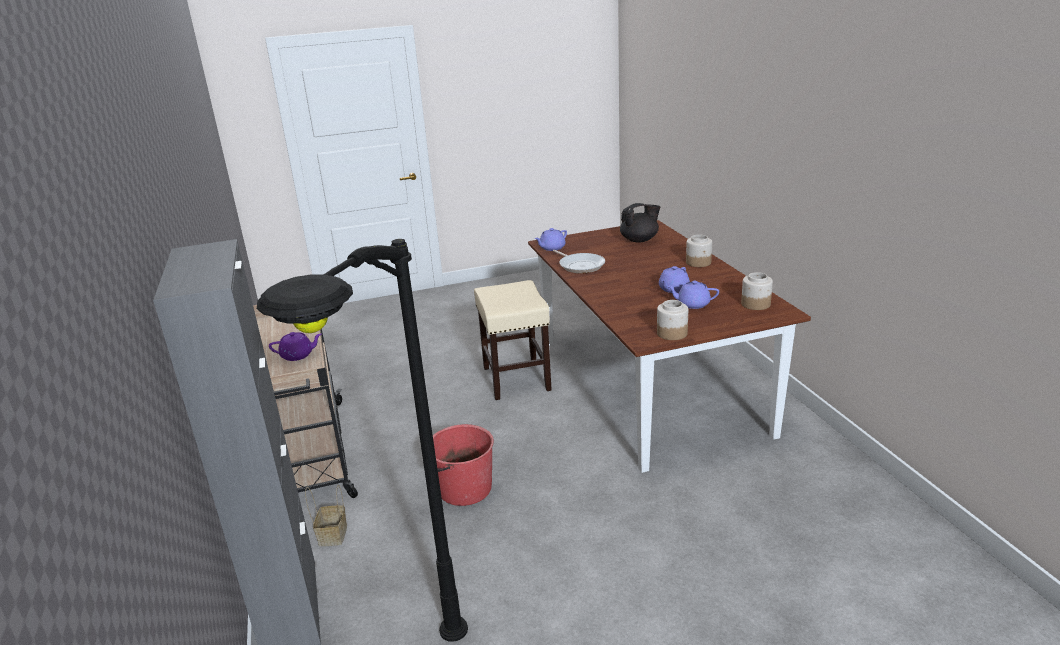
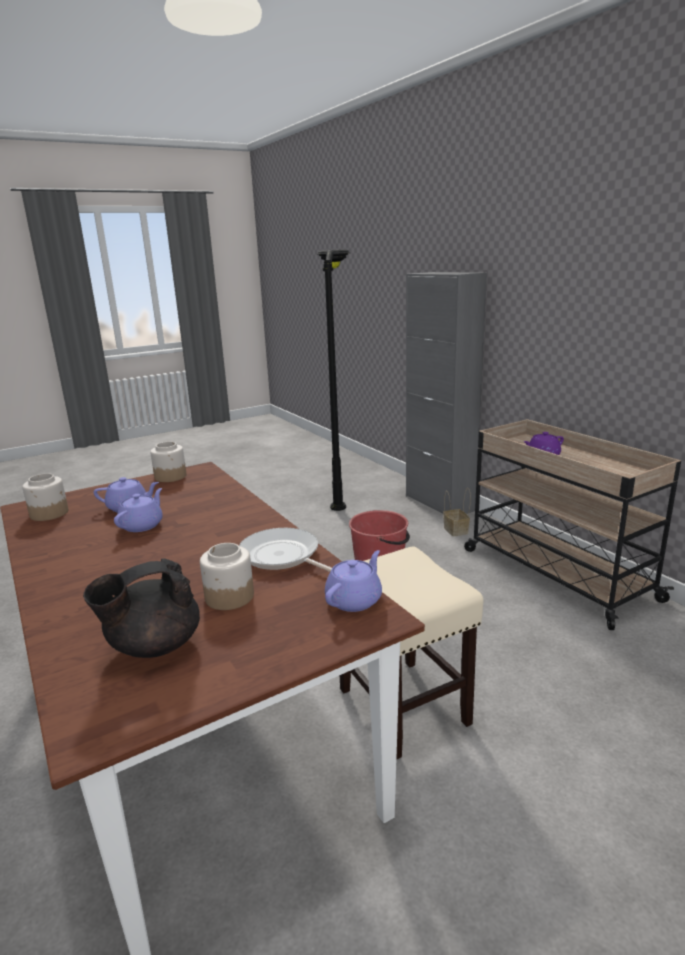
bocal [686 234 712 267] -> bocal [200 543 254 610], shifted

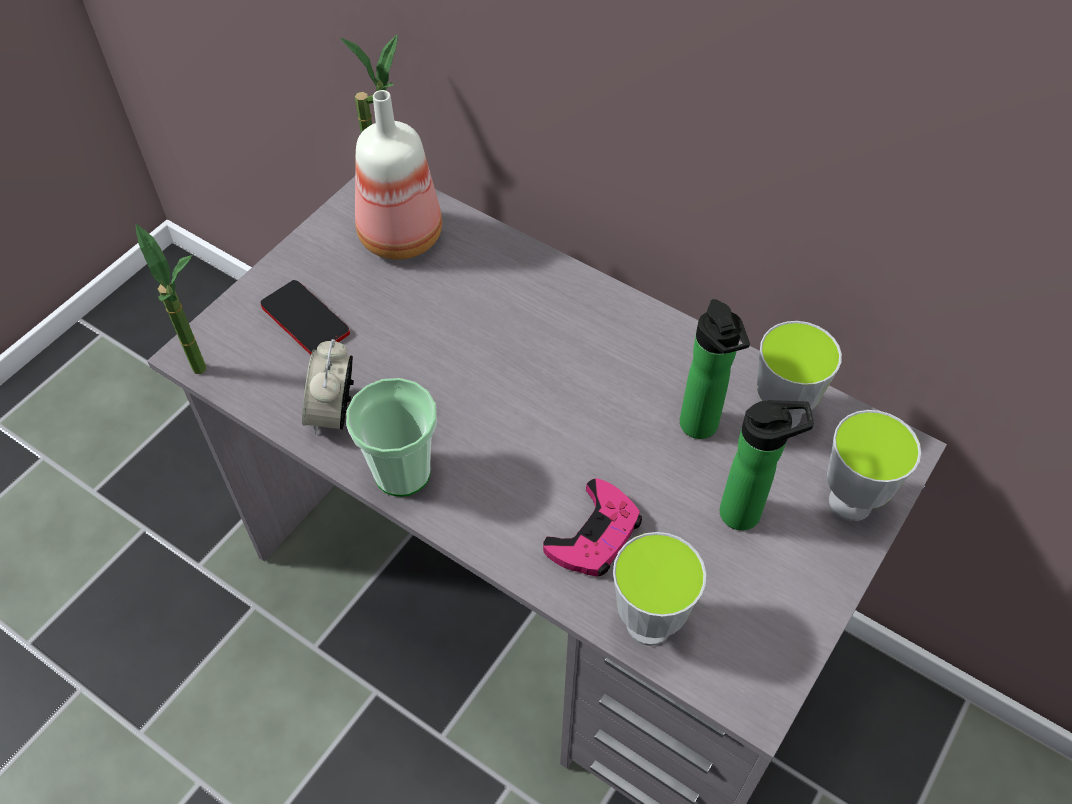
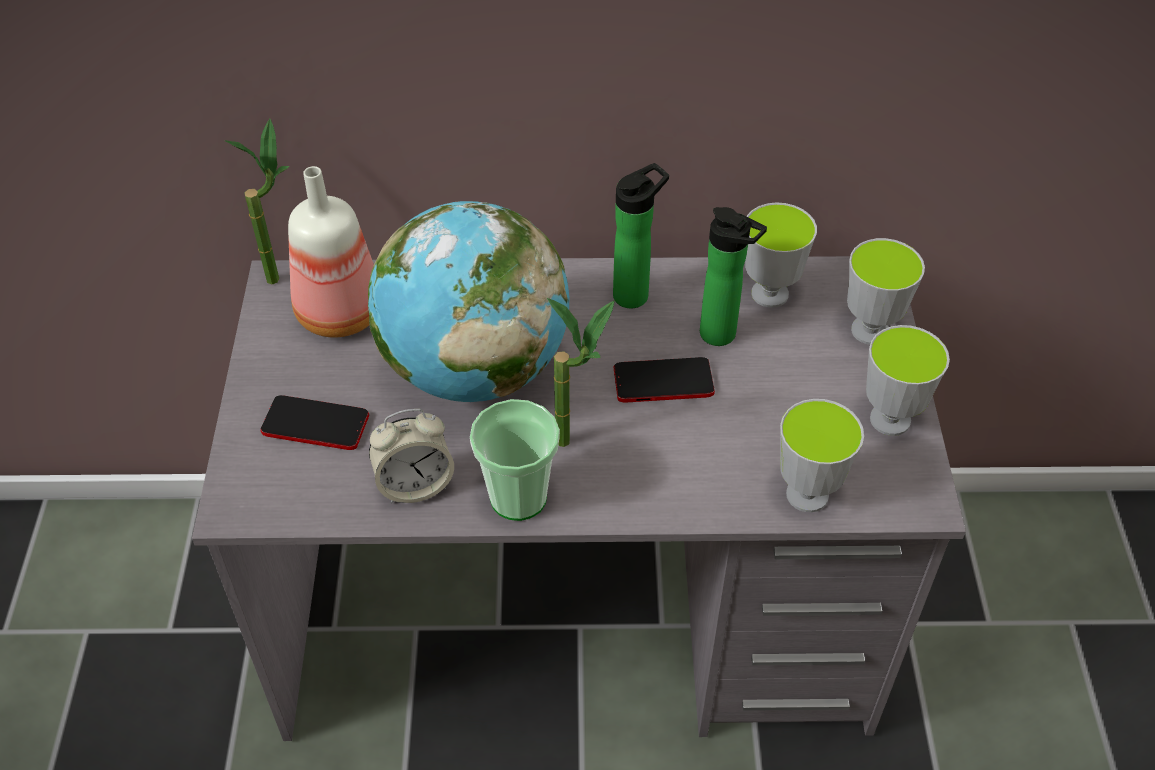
none -> globe [368 201 569 402]
réveil [302 339 354 434] -> réveil [369 409 454 503], 75 degrees counterclockwise
plante en pot [136 224 206 374] -> plante en pot [547 298 615 447], shifted
bouteille [720 400 814 530] -> bouteille [613 163 669 308], shifted
none -> téléphone [614 357 715 403]
none -> tasse [866 325 950 436]
manette [rose] [543 478 642 577] -> none

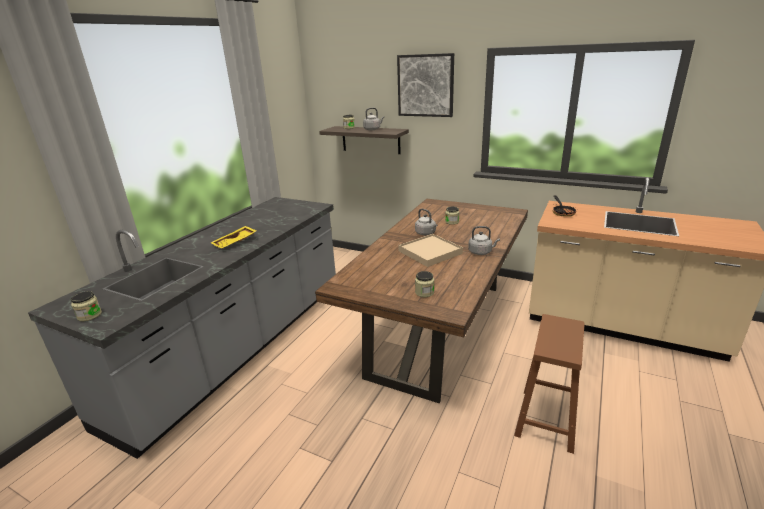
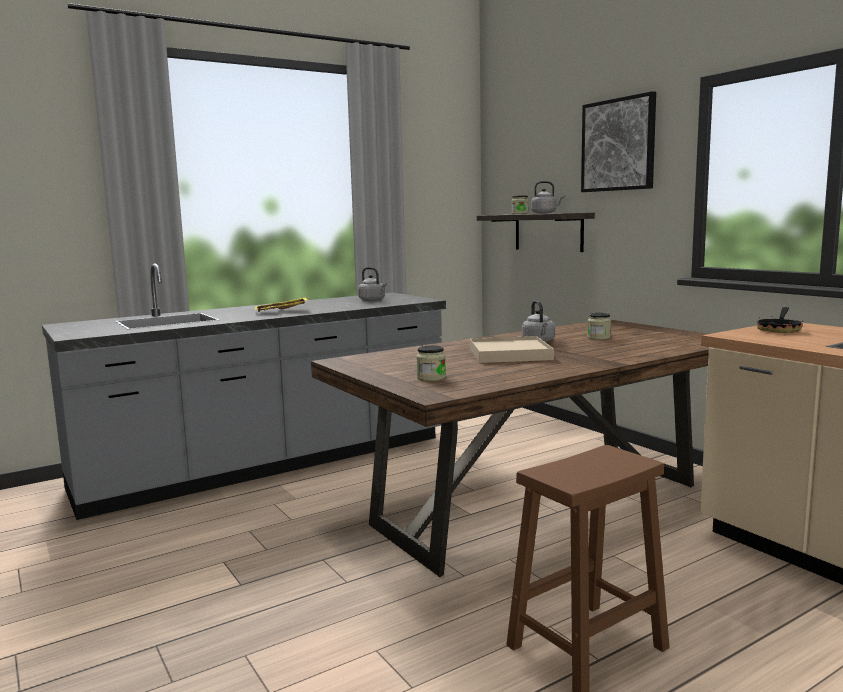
bouilloire [gris] [468 226 500 255] -> bouilloire [gris] [358 267 387 301], shifted
bocal [71 291 102 321] -> none

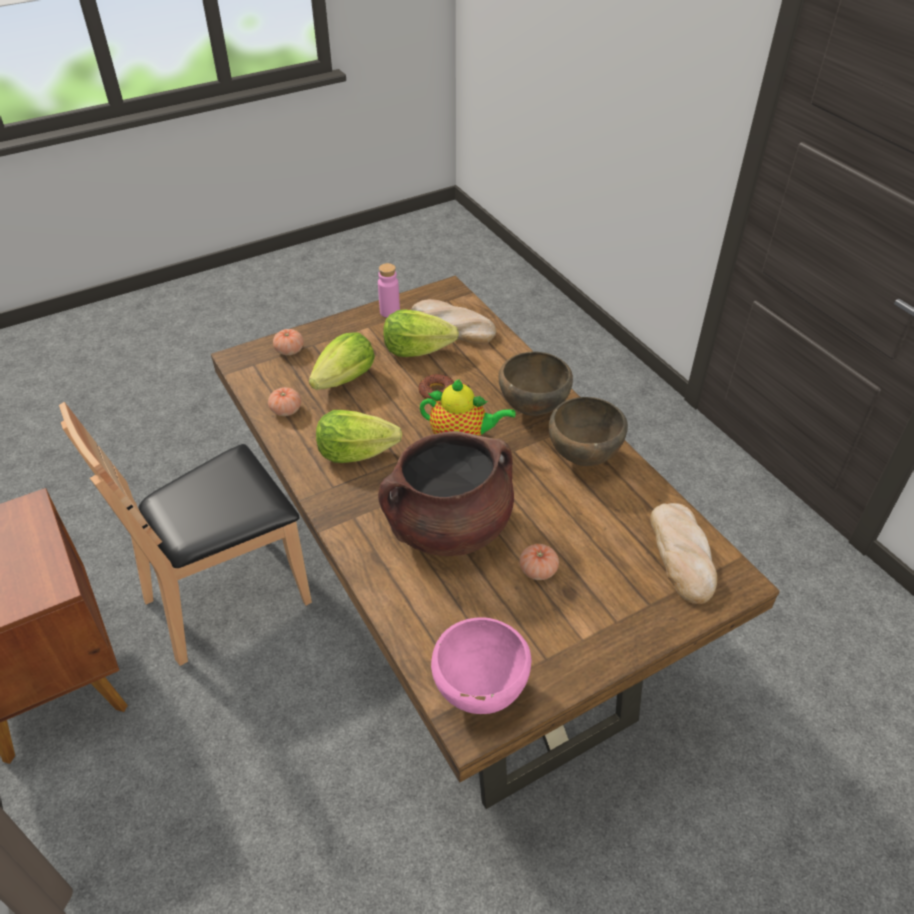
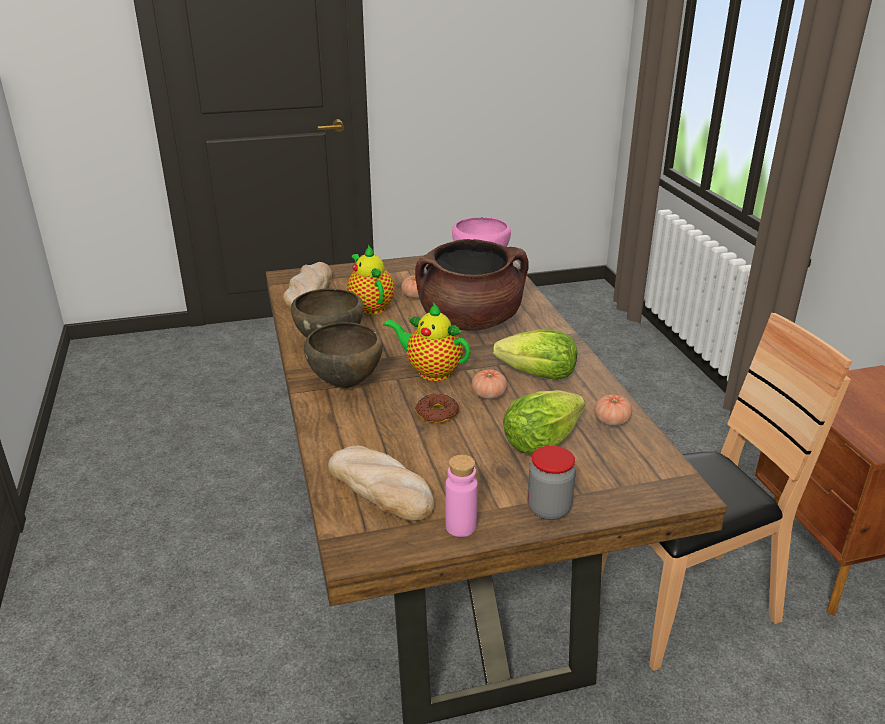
none -> théière [347 245 395 315]
tomate [273 329 304 355] -> tomate [472 370 507 399], shifted
none -> bocal [527 446 576 520]
laitue [383 310 459 357] -> none

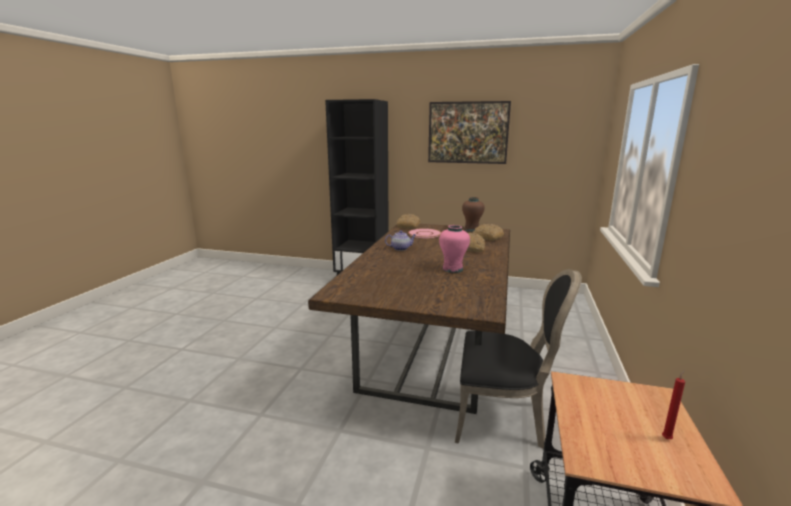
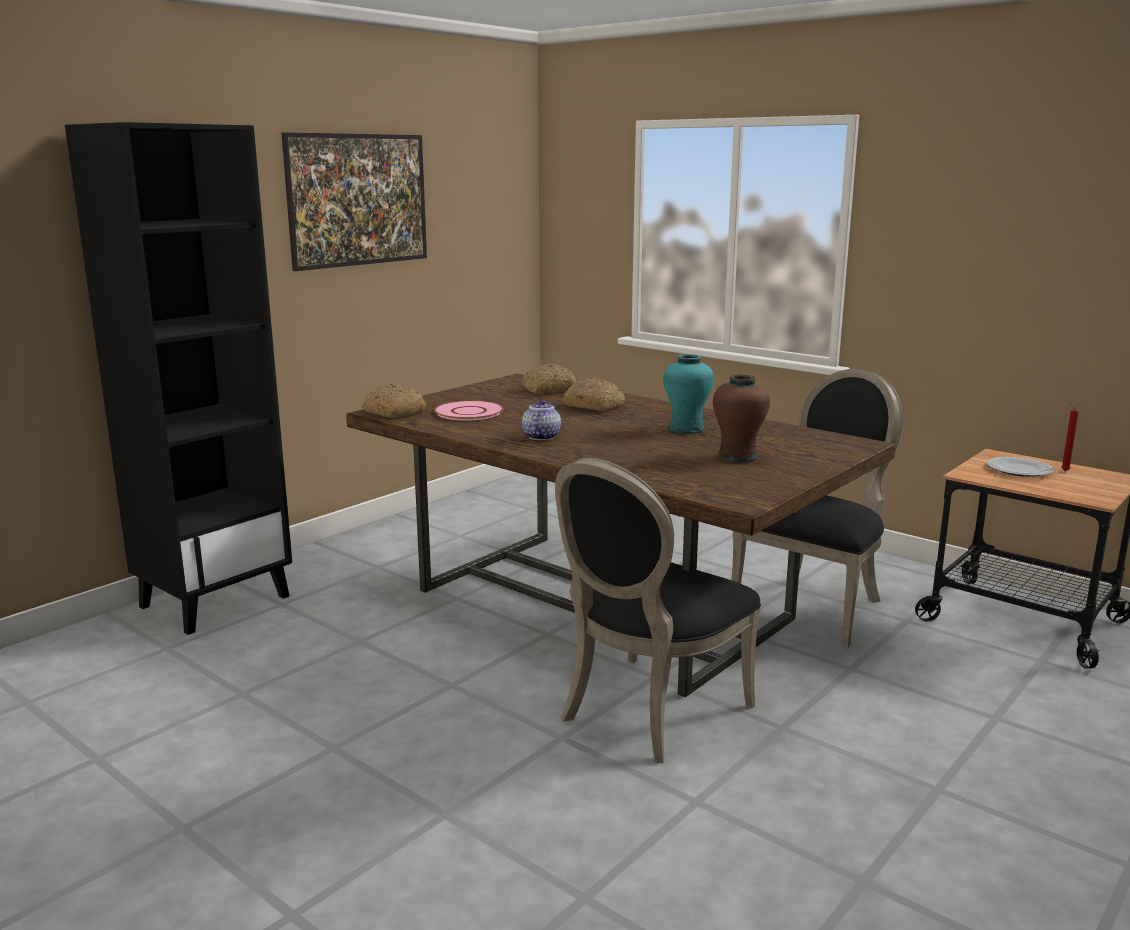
none -> chaise [noir] [555 458 761 763]
vase [rose] [439 225 470 273] -> vase [turquoise] [663 354 714 434]
vase [marron] [462 197 485 232] -> vase [marron] [713 374 770 463], shifted
none -> assiette [987 457 1054 477]

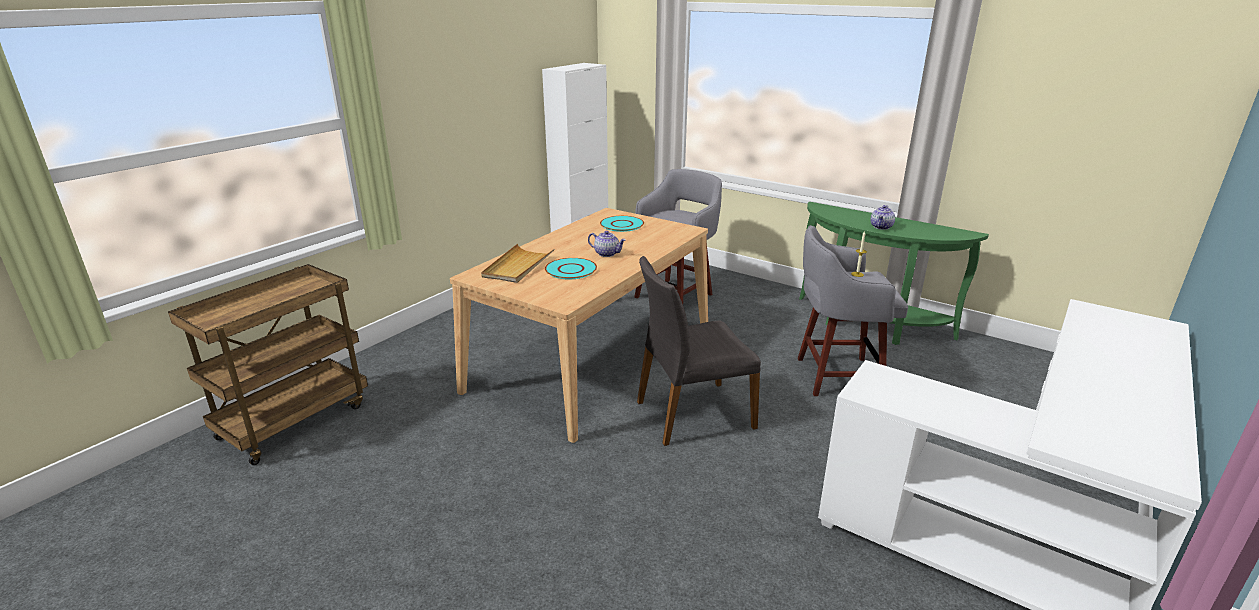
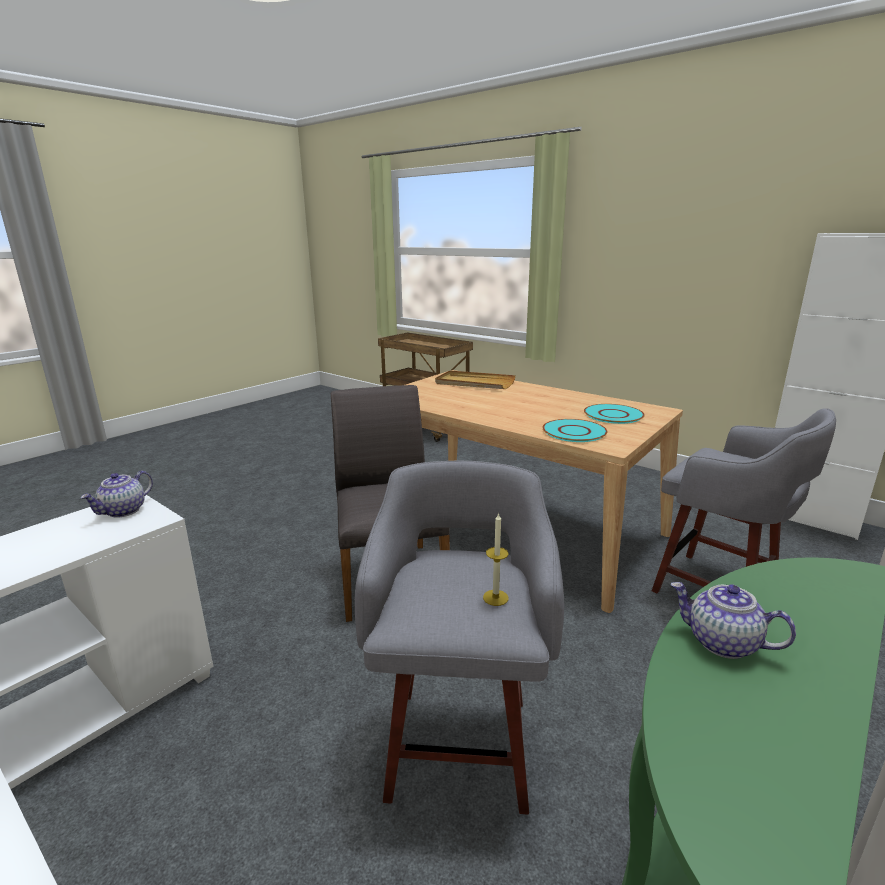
théière [588 231 626 257] -> théière [80 471 153 518], shifted
assiette [turquoise] [545 258 597 279] -> assiette [turquoise] [542 419 607 442], shifted

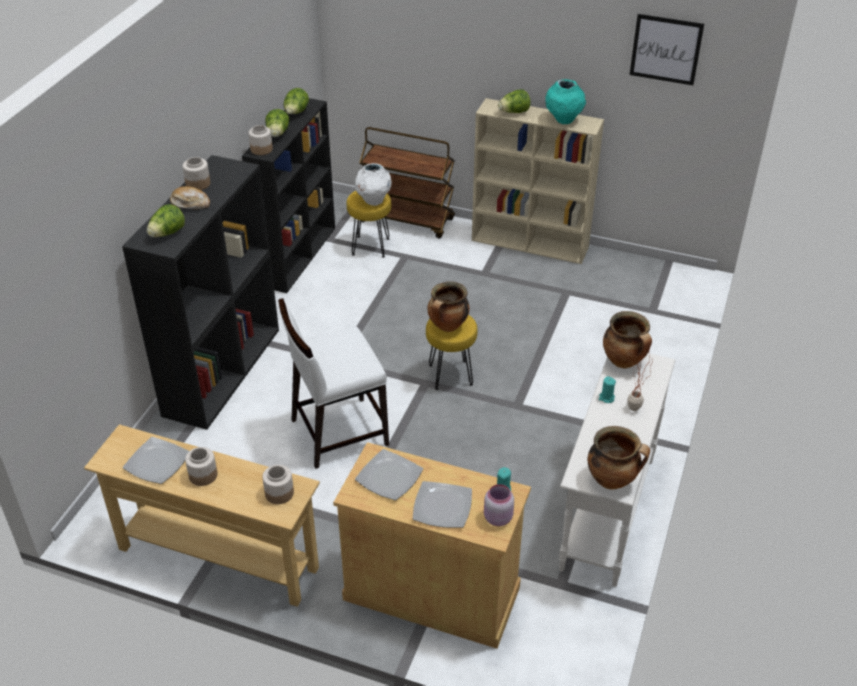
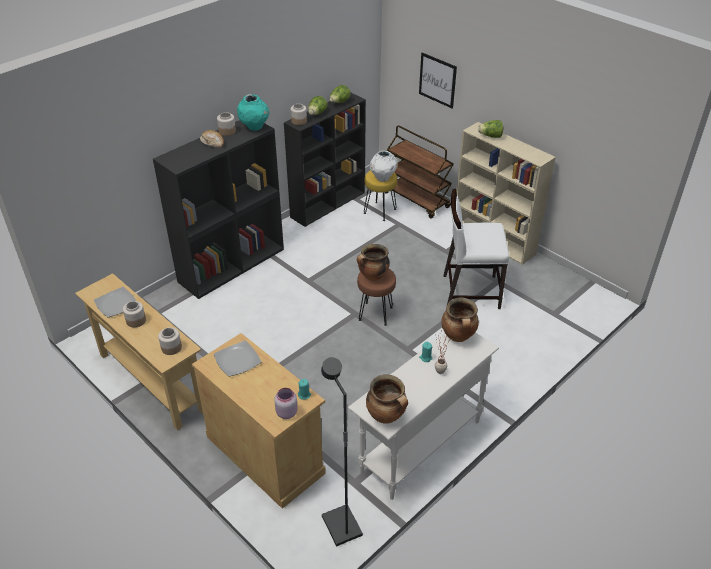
vase [turquoise] [545 79 586 124] -> vase [turquoise] [237 94 269 131], shifted
none -> lampadaire [noir] [321 357 363 546]
tabouret [jaune] [426 315 478 390] -> tabouret [marron] [357 269 396 326]
tableau [630 14 704 85] -> tableau [419 52 457 109], shifted
chaise [blanc] [278 298 389 469] -> chaise [blanc] [443 189 509 309], shifted
laitue [147 204 185 238] -> none
assiette [413 481 472 528] -> none

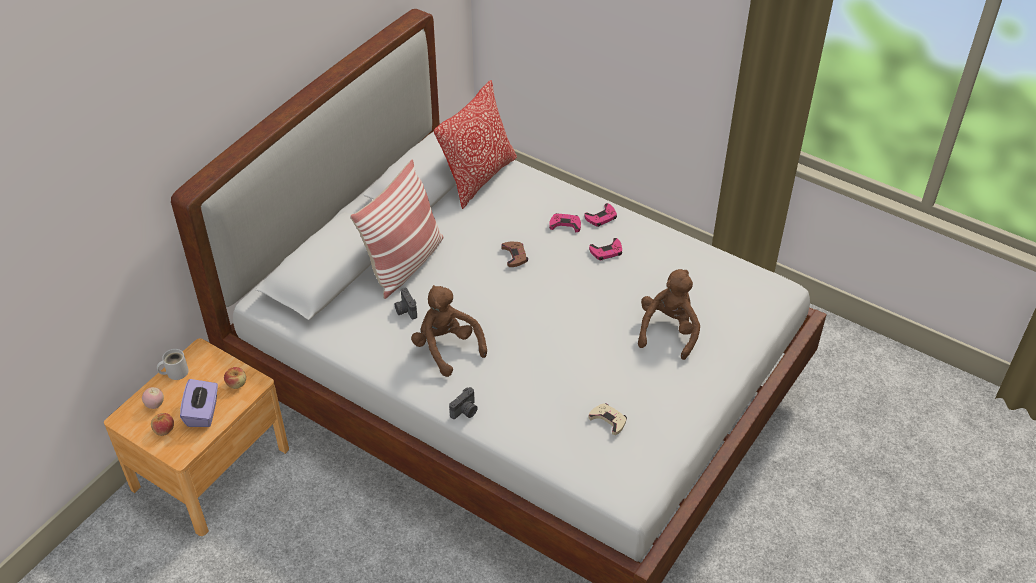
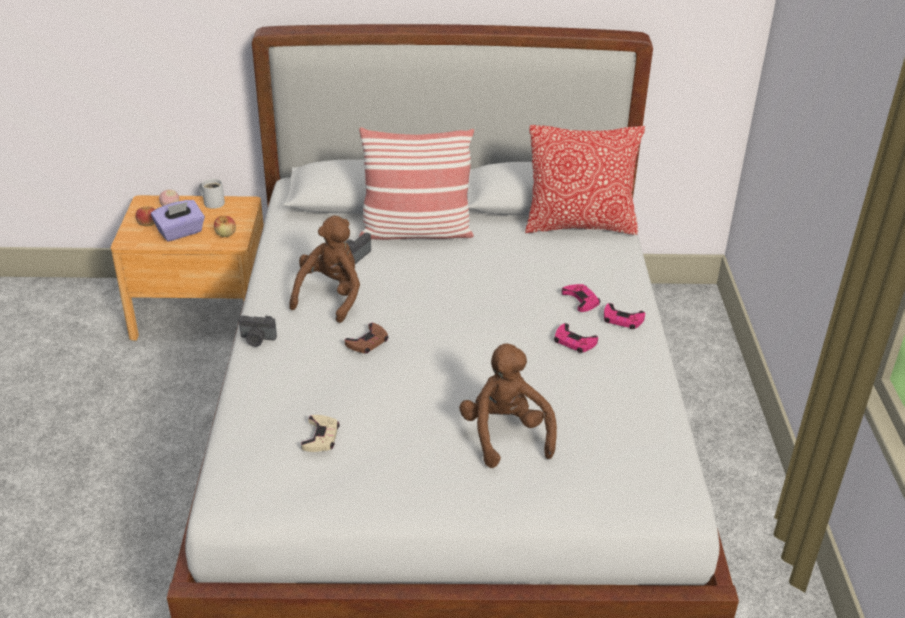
manette [marron] [501 242 528 267] -> manette [marron] [345 323 388 354], shifted
peluche [marron] [638 269 700 360] -> peluche [marron] [459 344 557 468], 90 degrees counterclockwise

